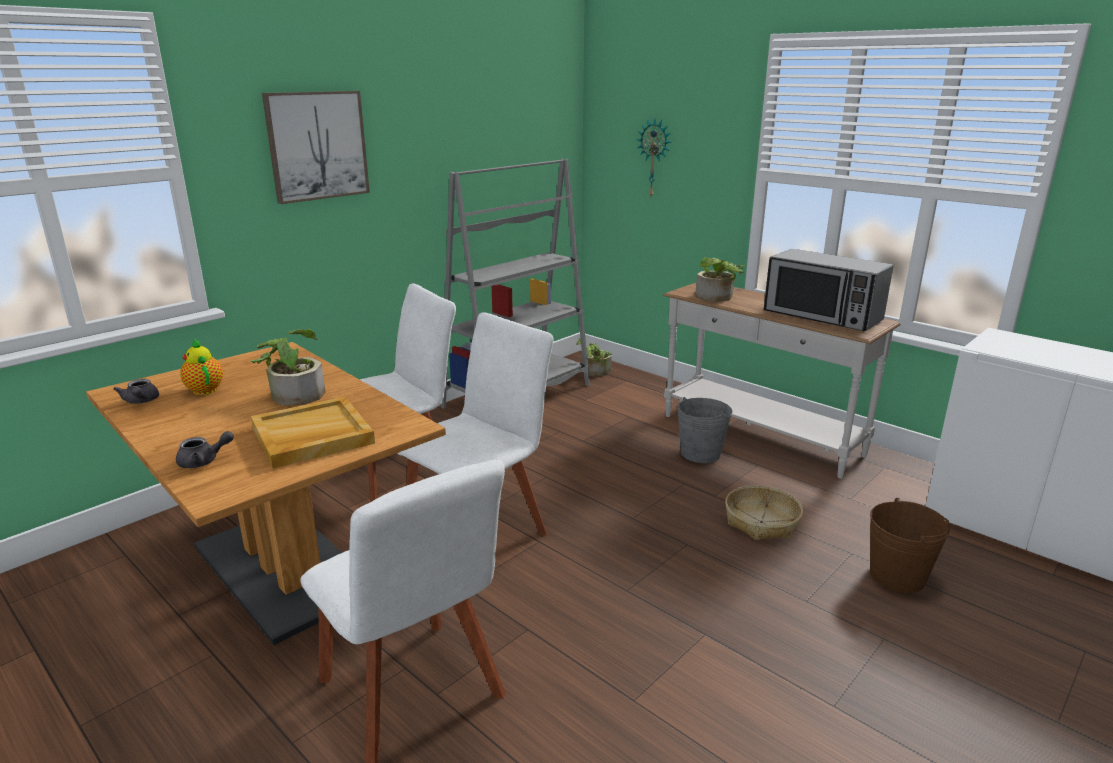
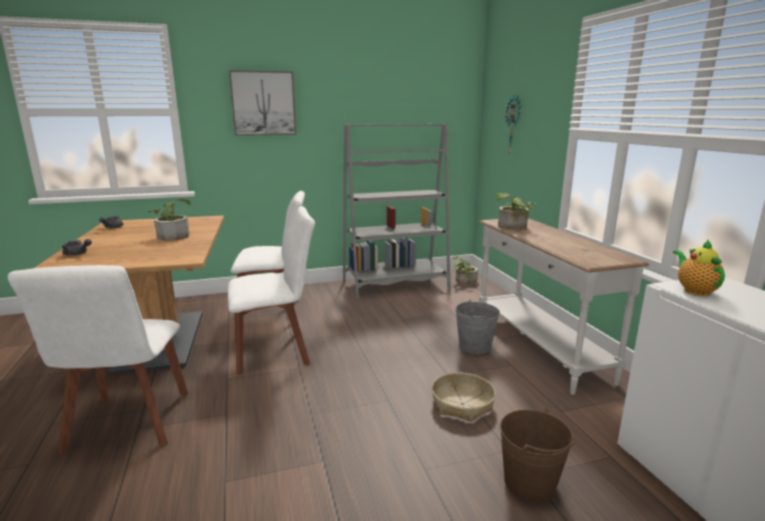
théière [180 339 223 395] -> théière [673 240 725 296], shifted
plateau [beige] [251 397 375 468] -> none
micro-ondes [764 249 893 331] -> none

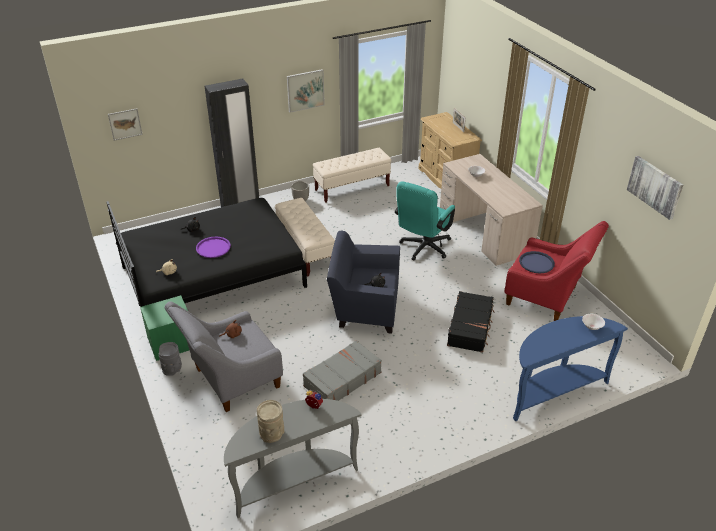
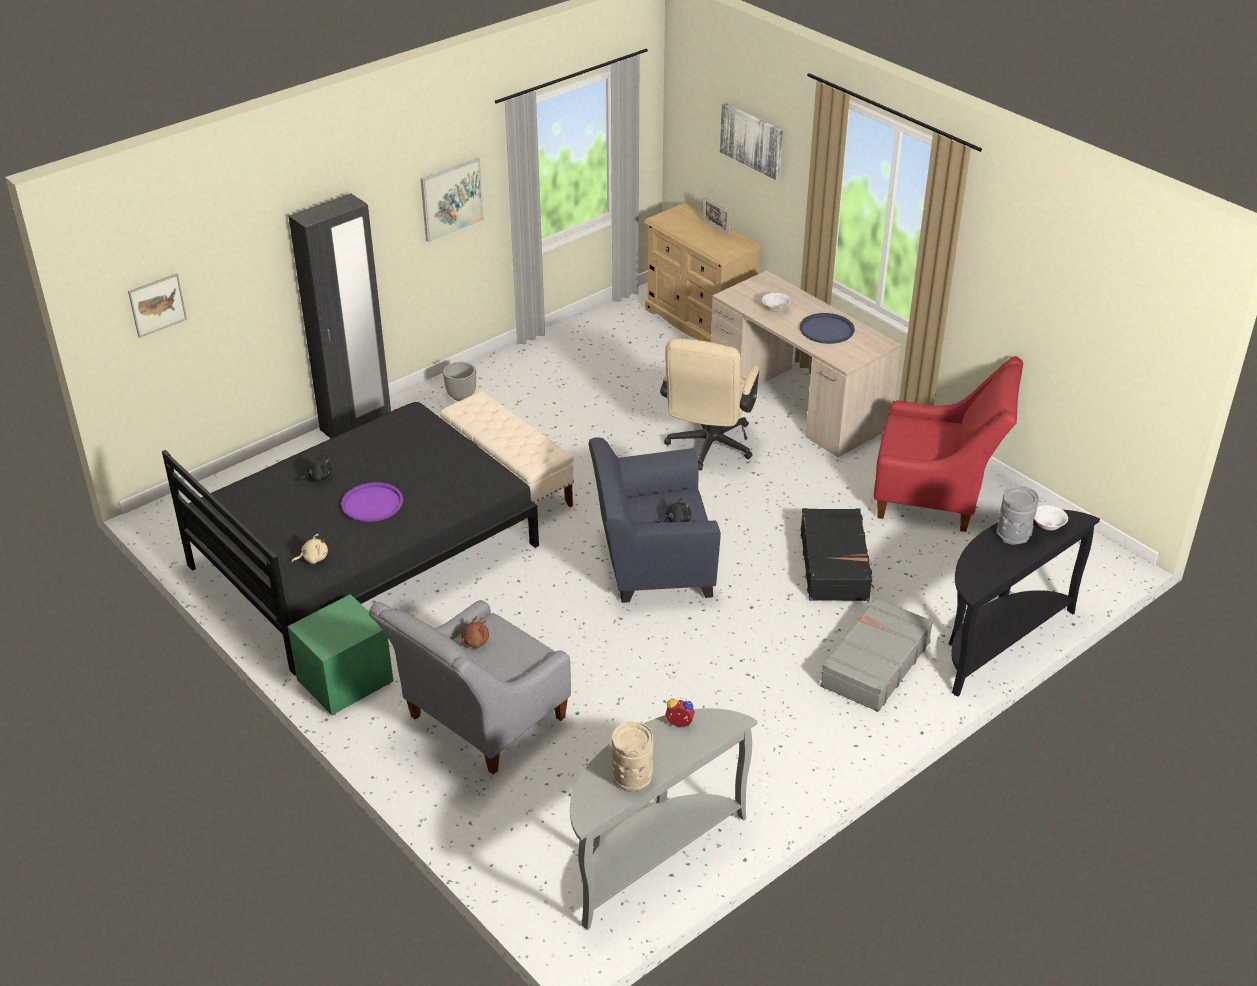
chaise de bureau [turquoise] [395 181 455 261] -> chaise de bureau [beige] [660 338 759 471]
tableau [627 156 683 220] -> tableau [720 103 783 180], shifted
plateau [bleu] [519 251 555 273] -> plateau [bleu] [800 313 855 344], shifted
valise [gris] [303 340 382 401] -> valise [gris] [820 597 933 712], shifted
table console [bleu] [513 316 628 421] -> table console [noir] [948 510 1100 697]
vase [gris] [159 342 182 376] -> vase [gris] [996 485 1039 545], shifted
banc [beige] [313 148 391 203] -> none

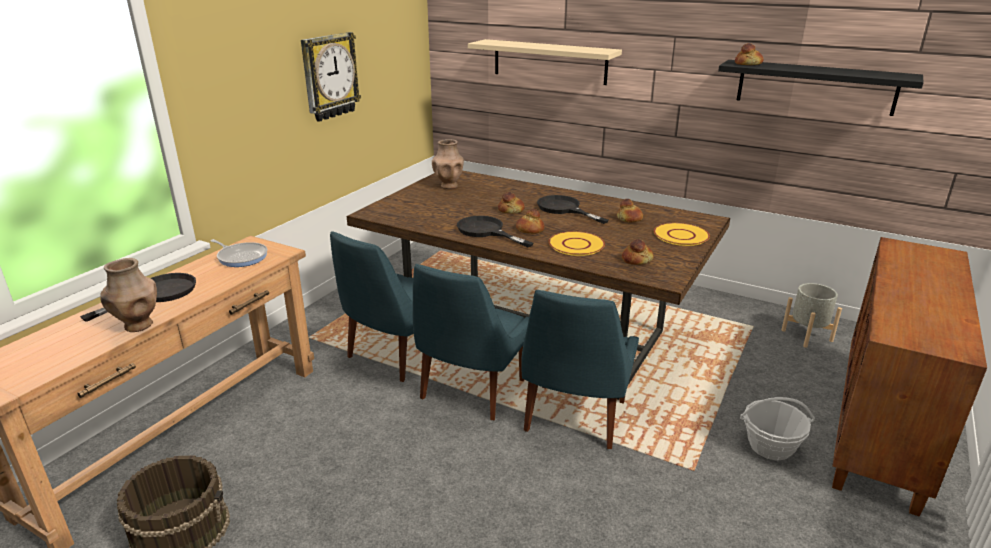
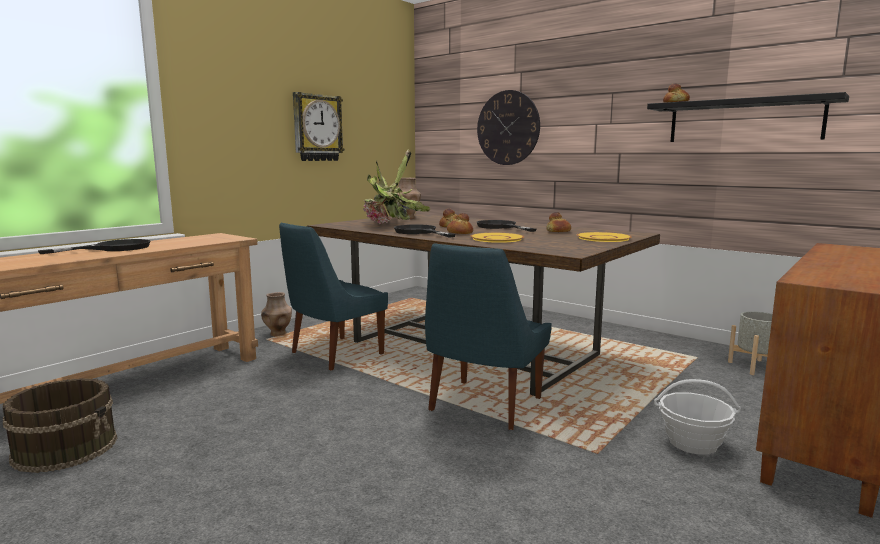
vase [marron] [100 258 157 332] -> vase [marron] [261 292 292 337], shifted
none -> plante en pot [363 149 430 224]
étagère [beige] [468 39 622 85] -> horloge murale [477 90 540 165]
poêle [210 239 267 267] -> none
chaise [bleu] [413 264 529 420] -> none
pain [622 239 654 265] -> none

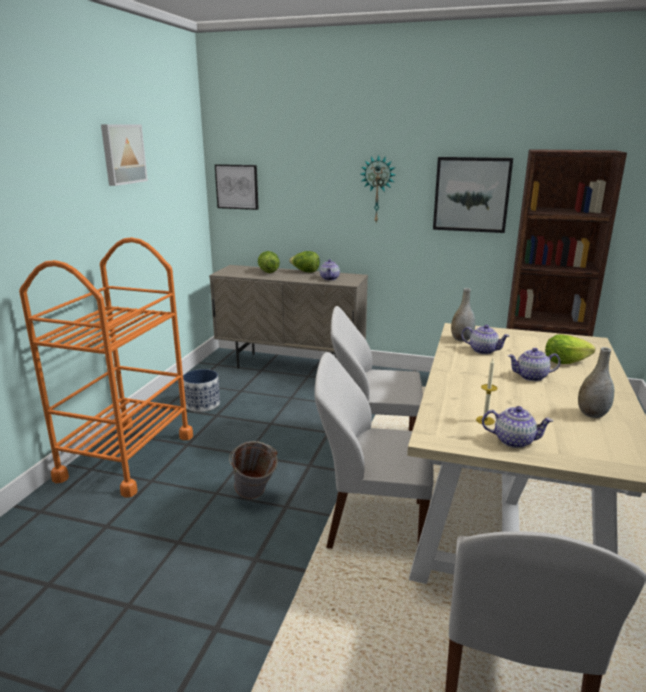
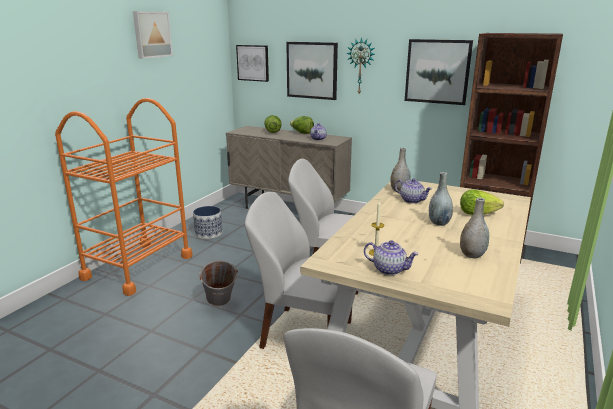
none -> tableau [286 42 338 100]
théière [508 348 561 381] -> vase [gris] [429 172 453 226]

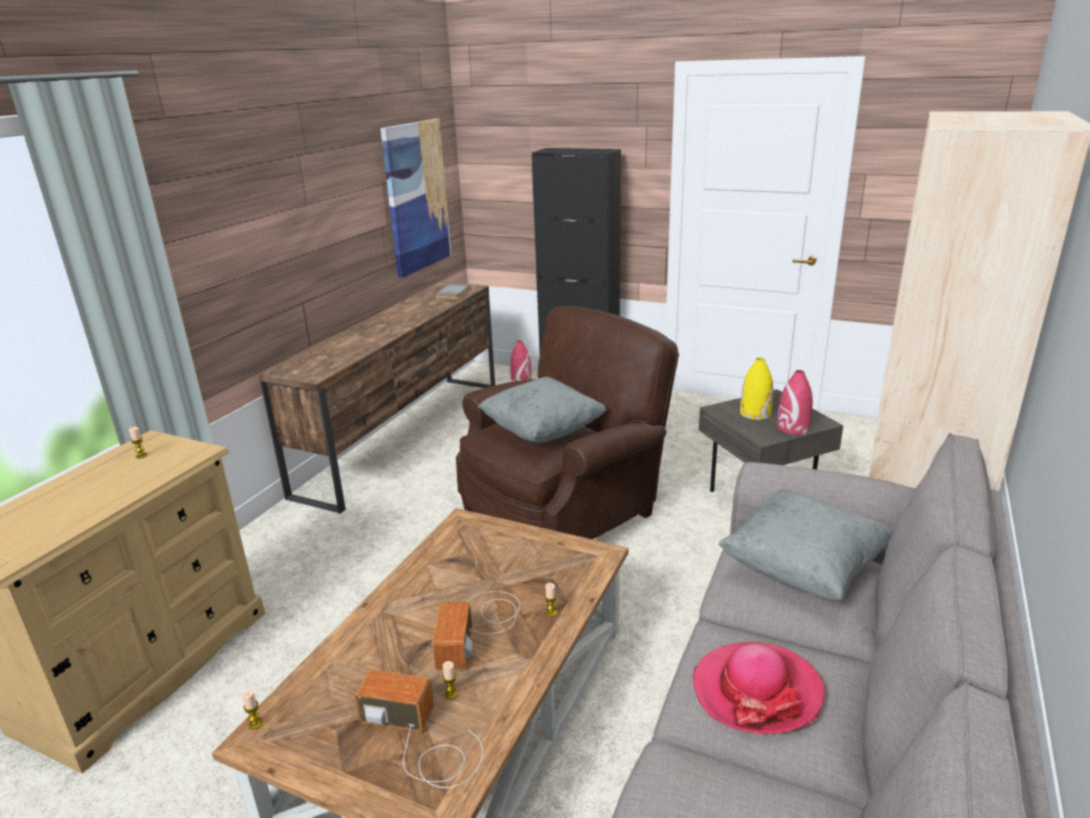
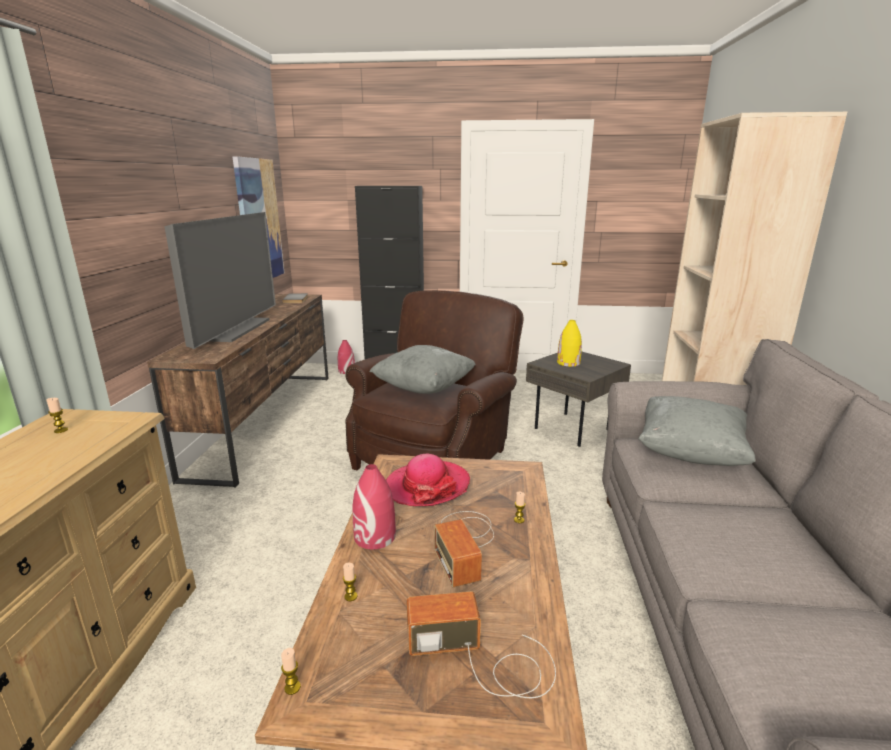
none -> téléviseur [164 212 276 349]
bougie [443 661 458 700] -> bougie [343 563 357 601], shifted
vase [rouge] [777 370 813 435] -> vase [rouge] [353 464 396 549], shifted
chapeau [692 642 825 734] -> chapeau [386 454 470 506], shifted

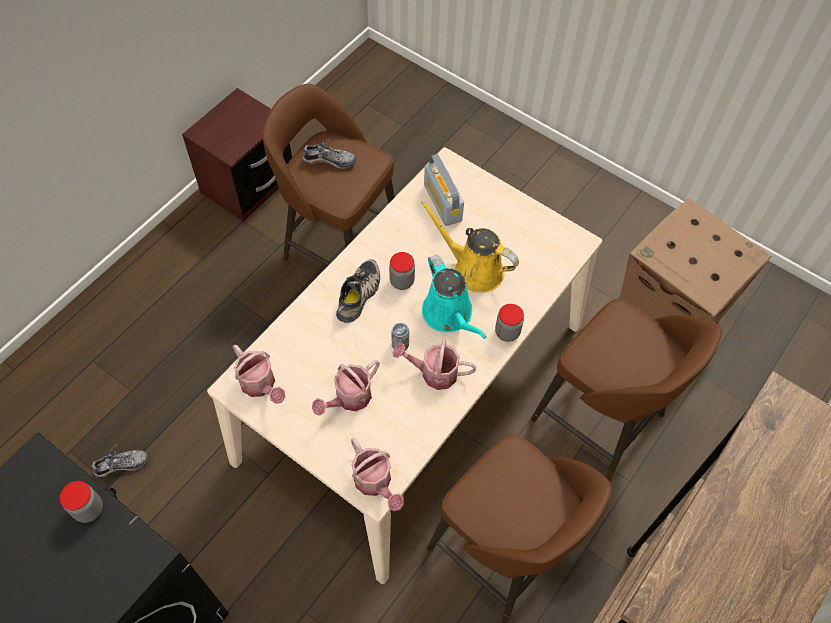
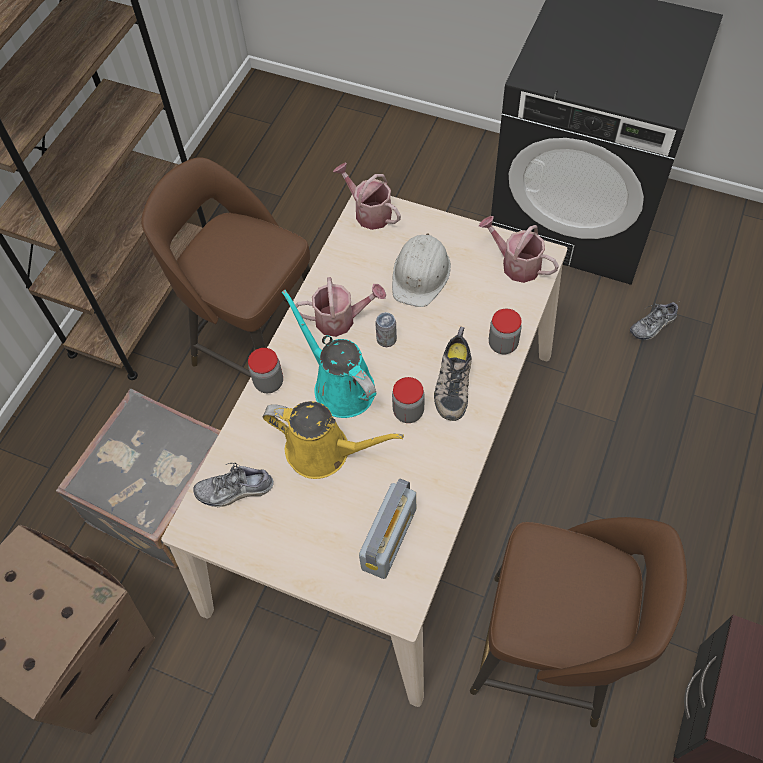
tabouret [marron] [531 298 722 481] -> valise [gris] [56 389 221 568]
chaussure [303 137 356 169] -> chaussure [193 463 274 507], shifted
radio [424 154 464 226] -> radio [359 479 416 579], 60 degrees clockwise
arrosoir [312 360 380 416] -> casque de chantier [blanc] [392 233 451 307]
bocal [60 481 103 523] -> bocal [489 309 522 354], shifted

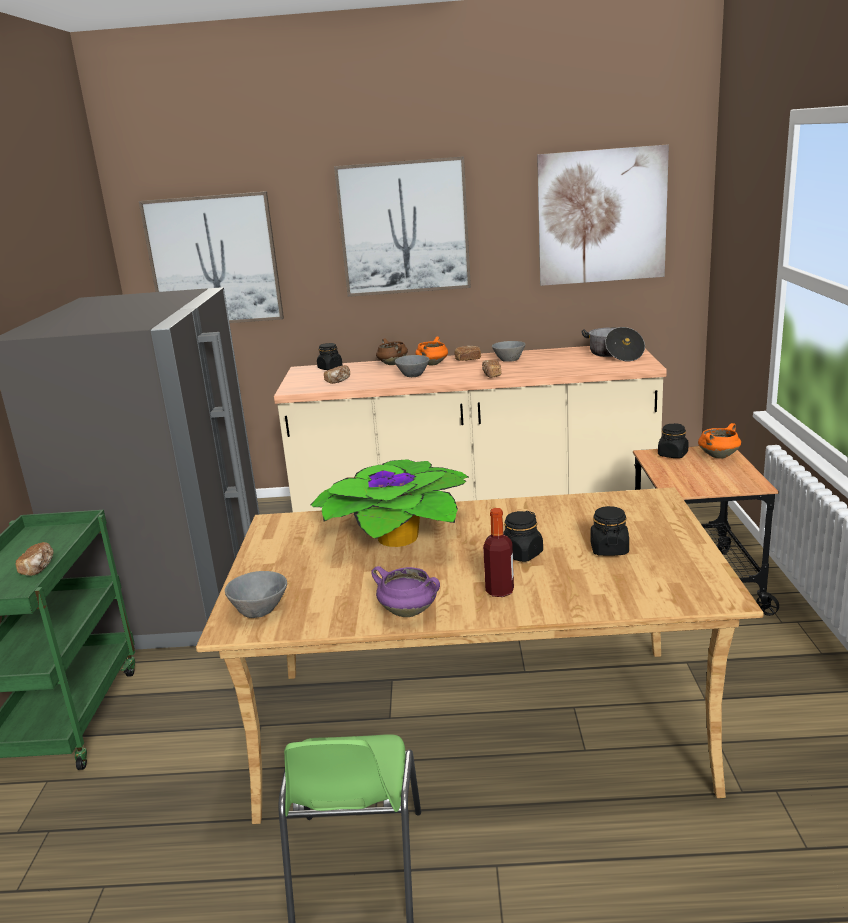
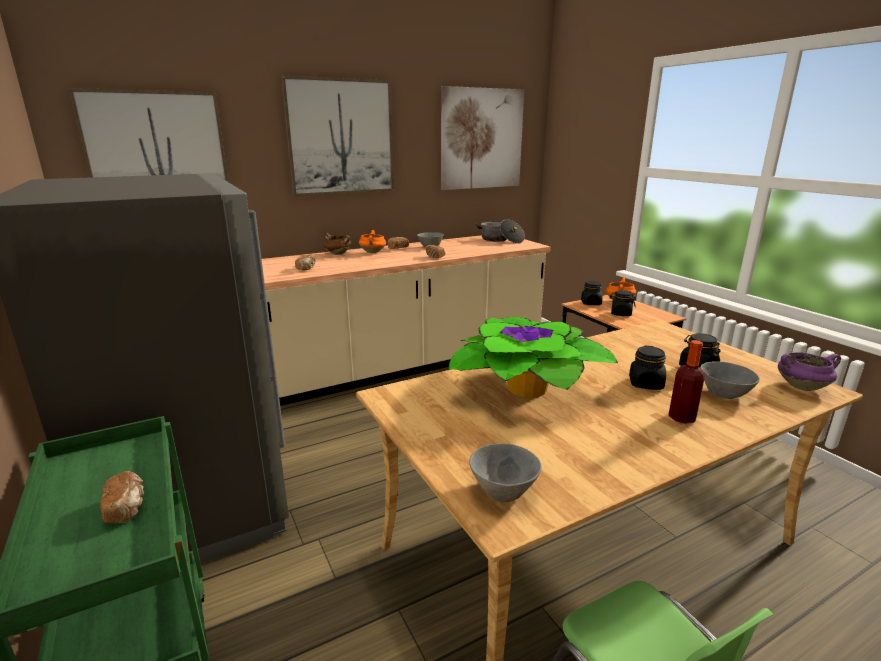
bocal [noir] [317 343 342 370] -> bocal [noir] [610 290 636 316], shifted
bol [gris] [395 355 429 377] -> bol [gris] [700 361 760 399], shifted
marmite [violet] [371 566 440 617] -> marmite [violet] [778 352 841 391], shifted

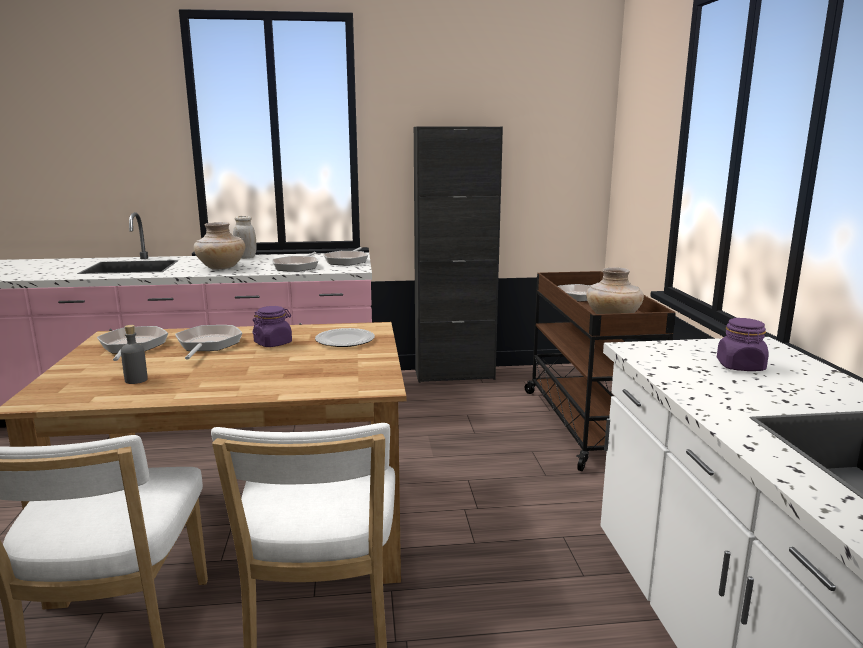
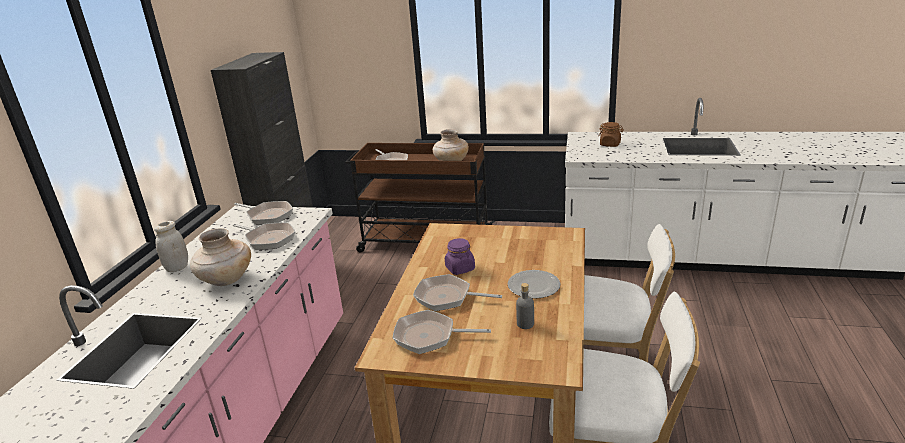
assiette [315 328 375 347] -> assiette [508 270 561 299], shifted
bocal [violet] [717 318 768 371] -> bocal [marron] [599 122 624 147]

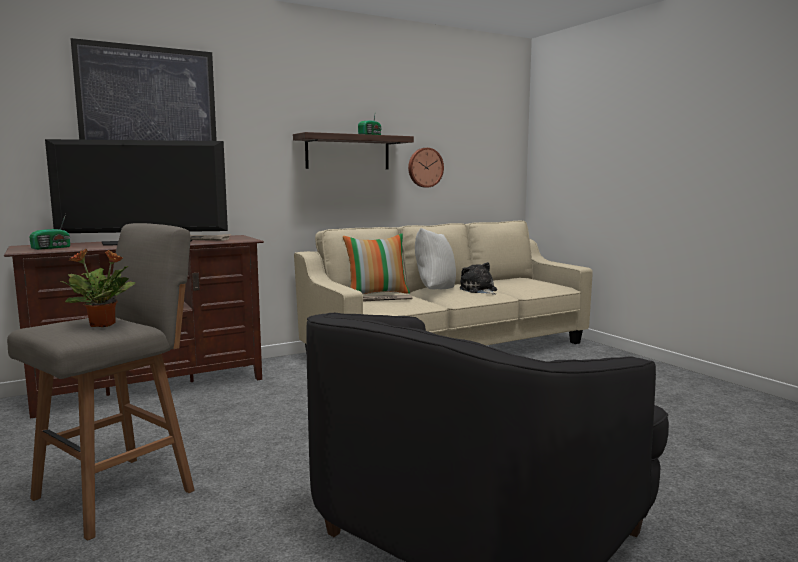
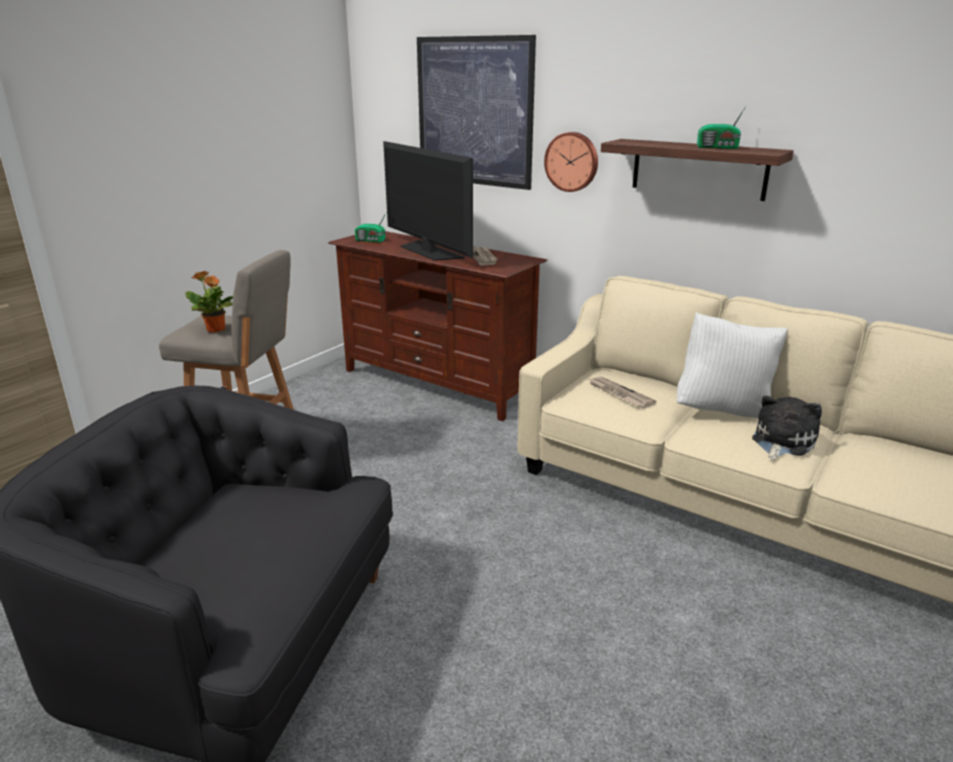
horloge murale [408 148 444 188] -> horloge murale [544 132 598 192], shifted
coussin [343 233 410 294] -> none

